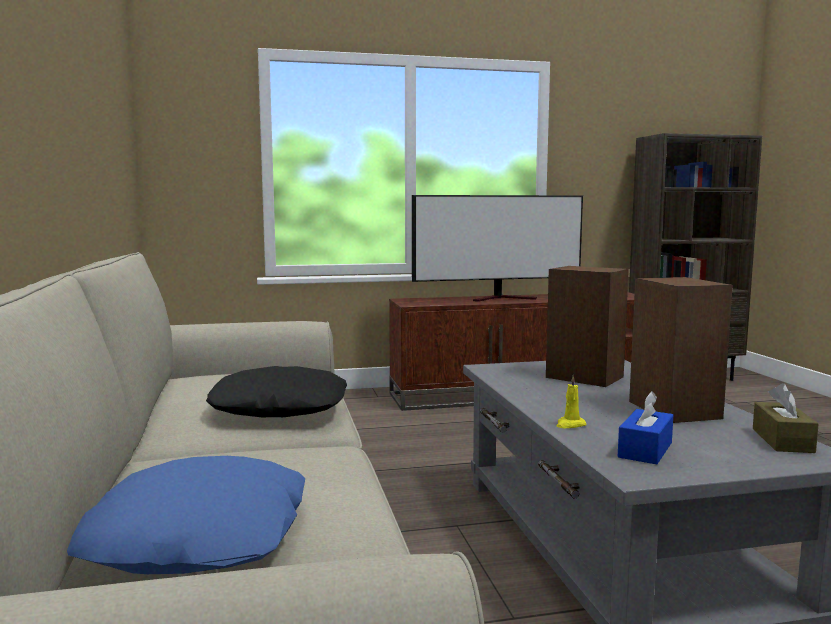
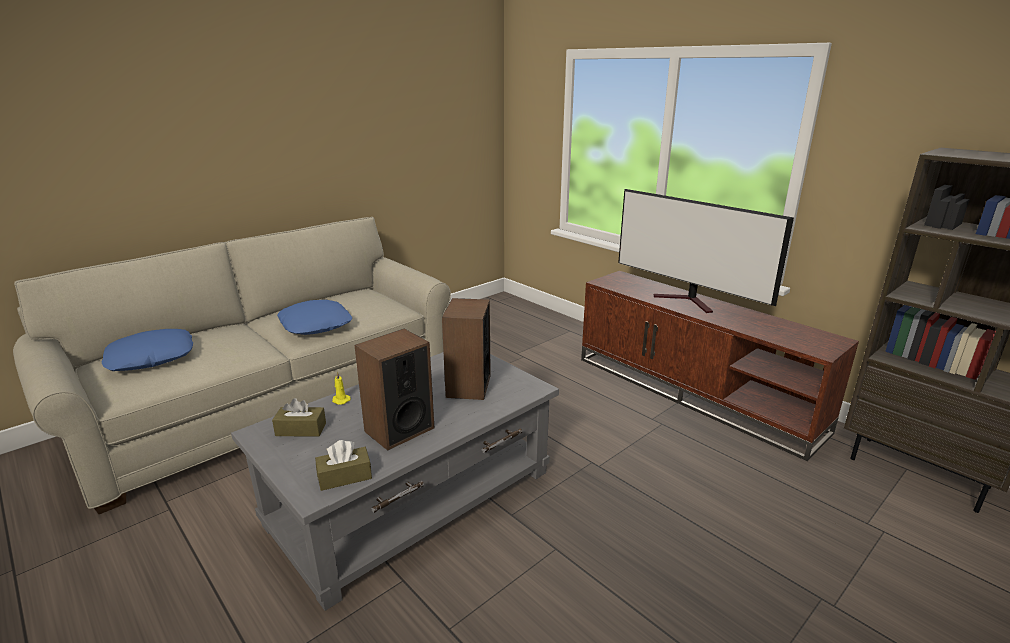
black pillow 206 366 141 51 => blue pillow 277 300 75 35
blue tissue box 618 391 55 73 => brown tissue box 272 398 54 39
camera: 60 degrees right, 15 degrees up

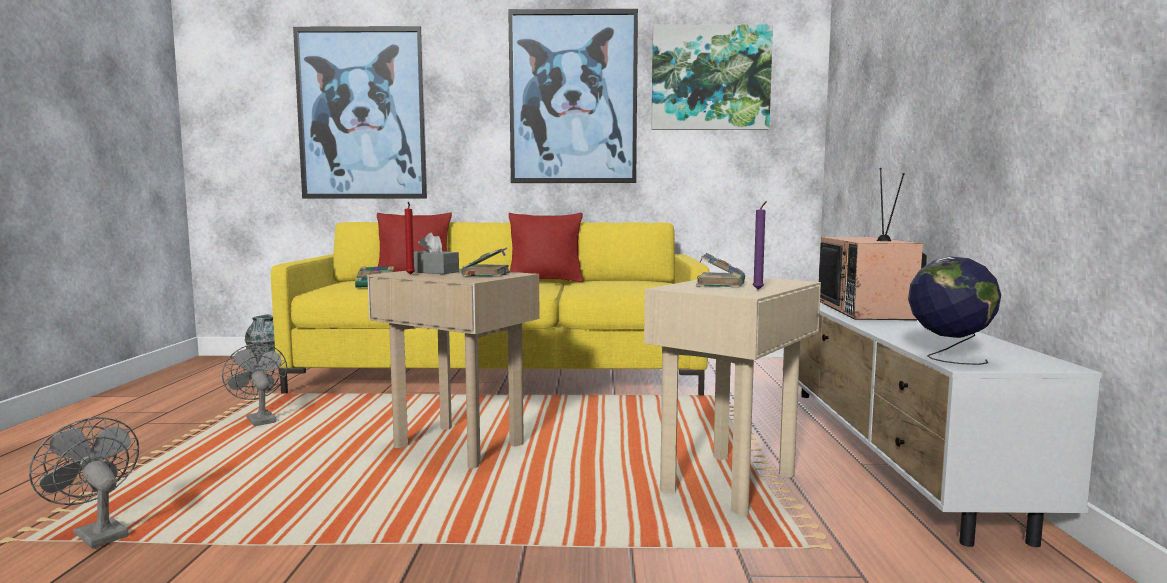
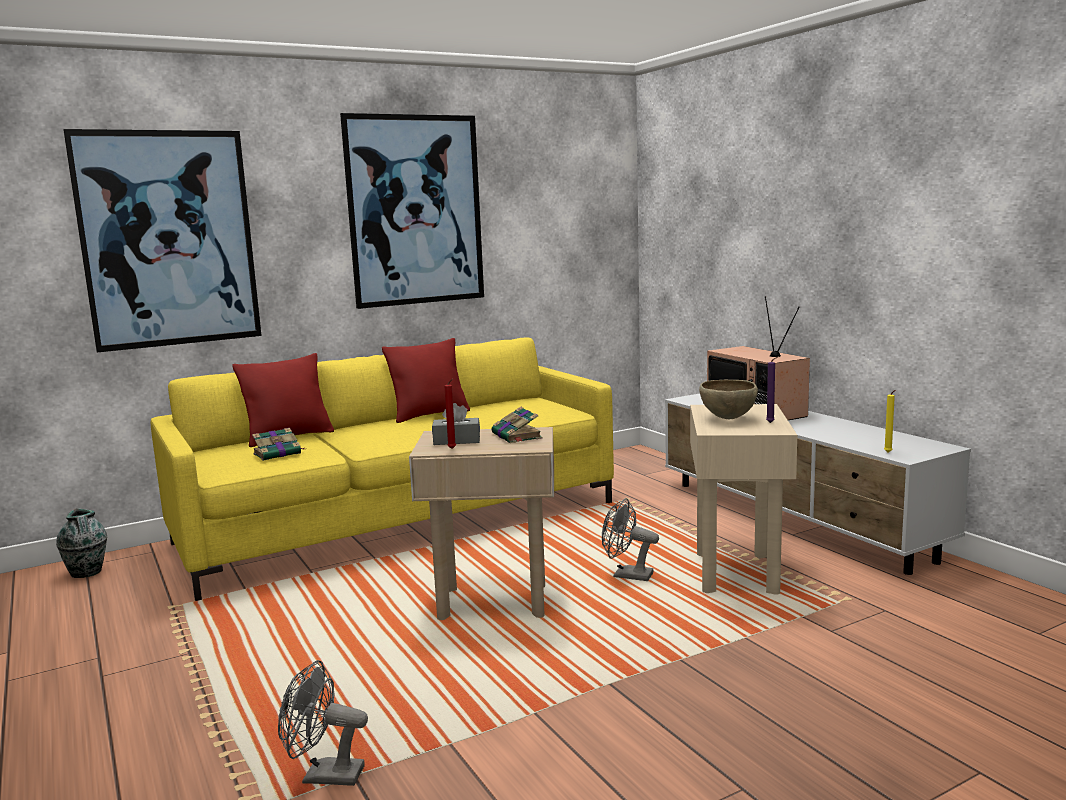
grey fan 222 343 65 83 => grey fan 602 498 57 83, move
picture 651 24 122 106 => nothing
book 696 253 49 35 => brown bowl 699 380 59 39
globe 908 256 93 109 => yellow candle 884 390 12 62
camera: 30 degrees left, 5 degrees up

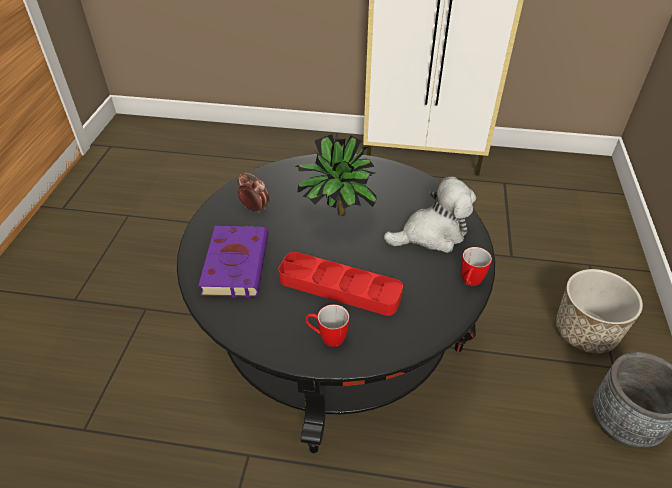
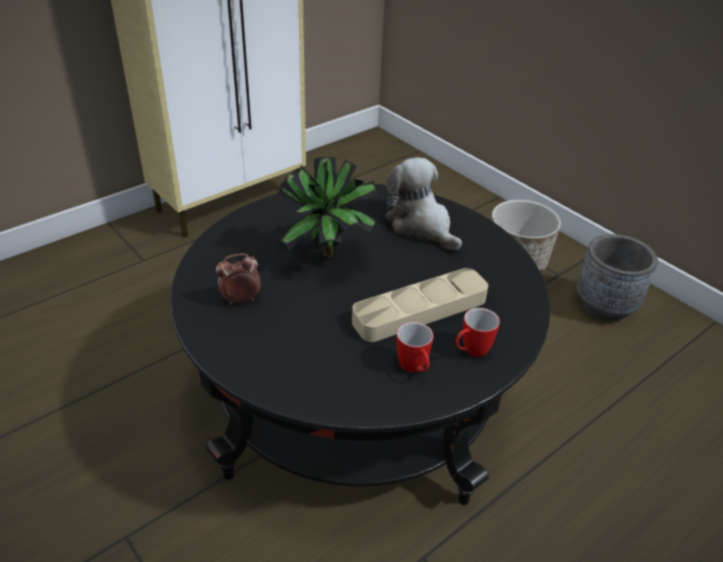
purple book 198 226 70 72 => nothing
red tray 278 252 125 64 => beige tray 352 268 136 74
plush toy 384 176 92 77 => plush toy 386 158 76 92, 60 degrees counterclockwise
mug 461 247 31 39 => mug 397 322 37 50, move
camera: 50 degrees left, 5 degrees down

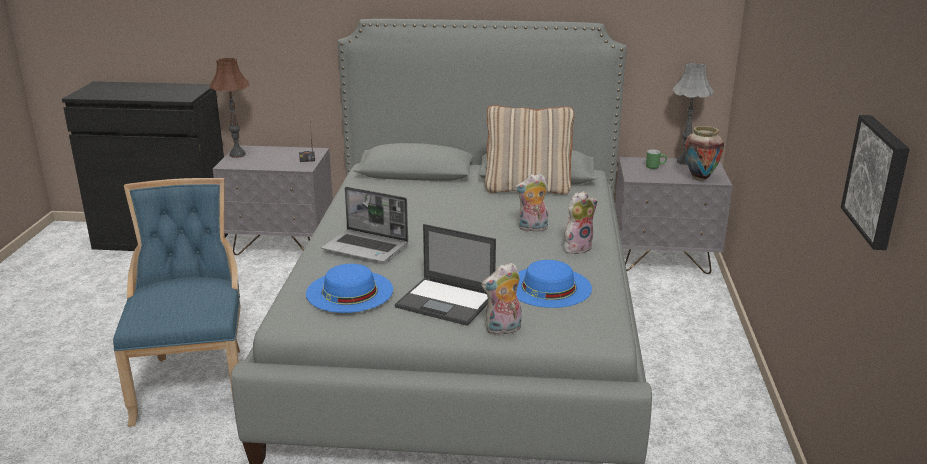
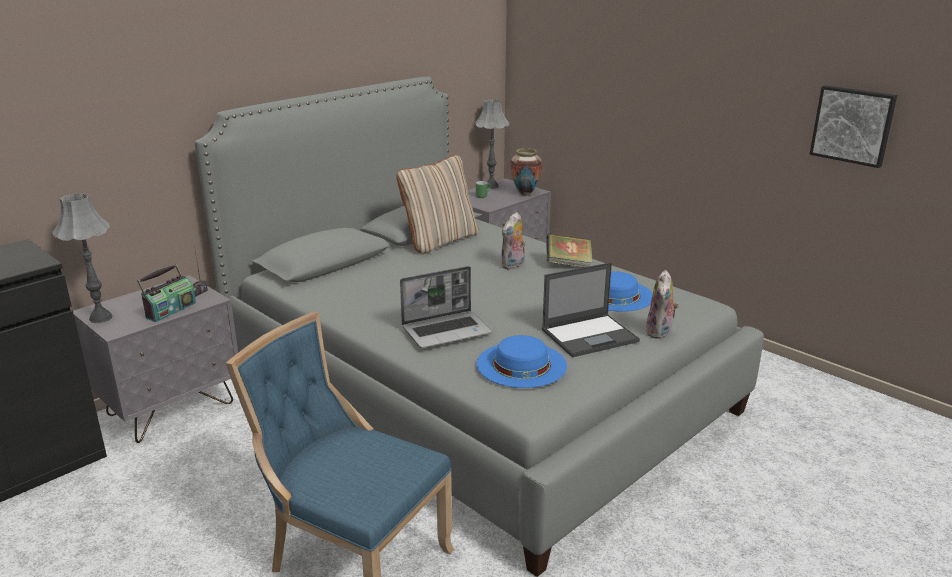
brown table lamp 209 58 40 100 => grey table lamp 52 193 60 130
plush toy 563 191 35 63 => book 546 233 47 34
nothing => radio 137 264 59 58
camera: 50 degrees left, 0 degrees up

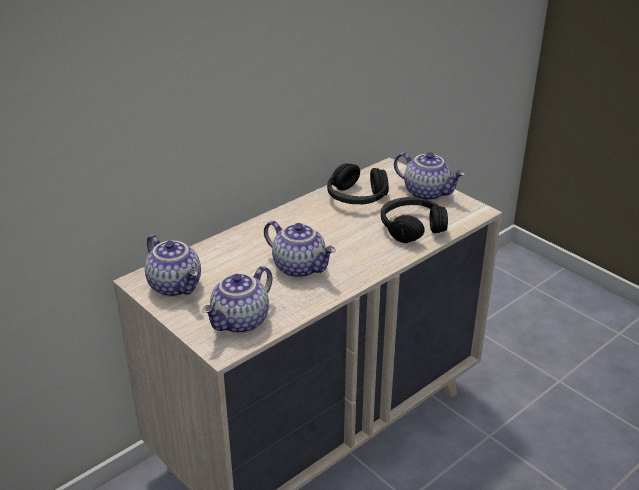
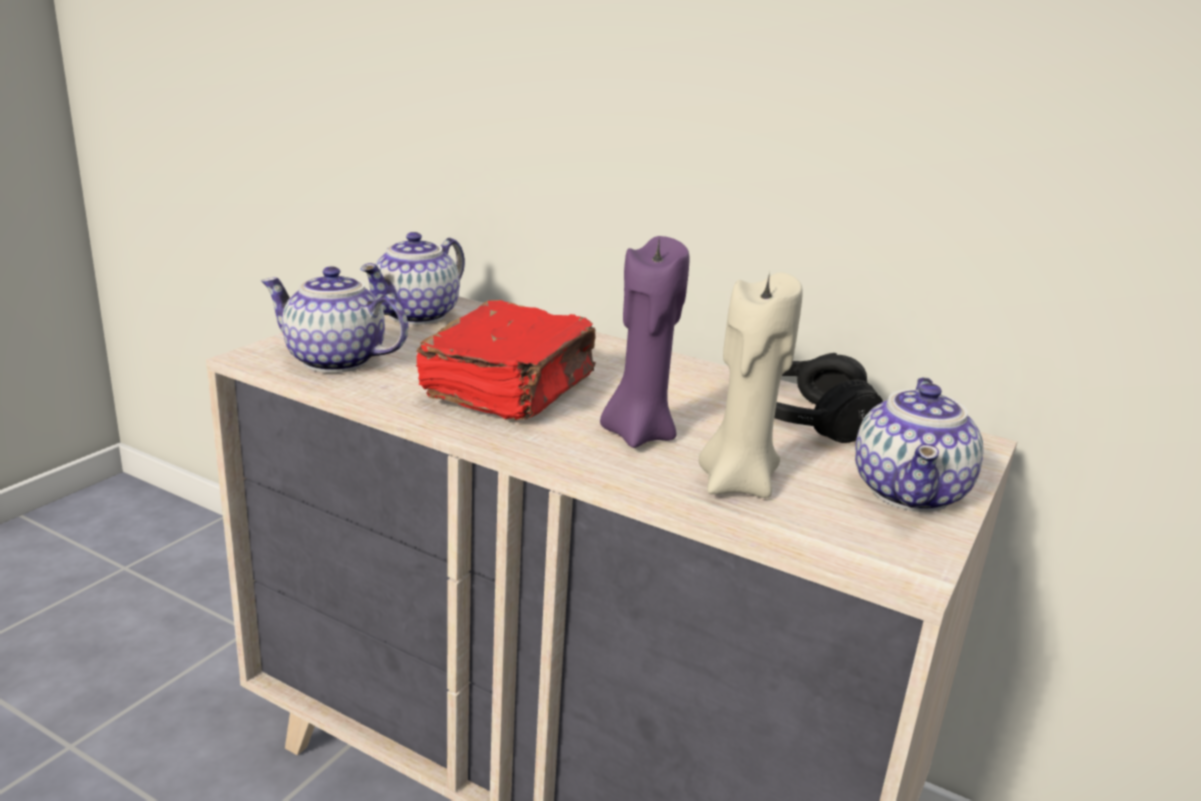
teapot 264 221 72 57 => red book 416 300 180 120
black headphones 381 197 67 46 => beige candle 698 271 105 227
nothing => purple candle 600 236 90 212
camera: 70 degrees right, 10 degrees down

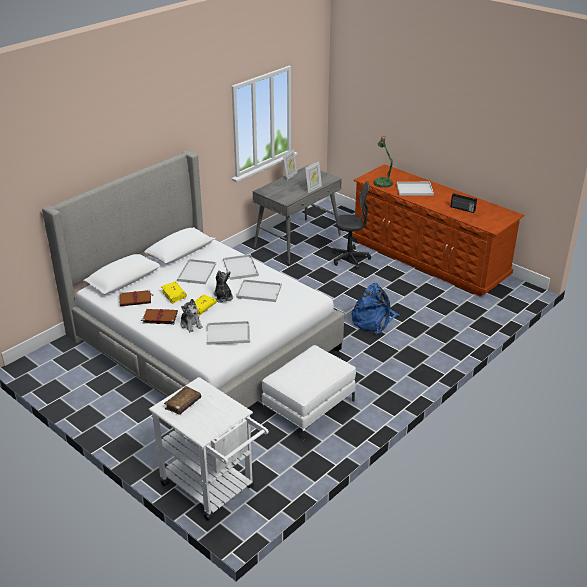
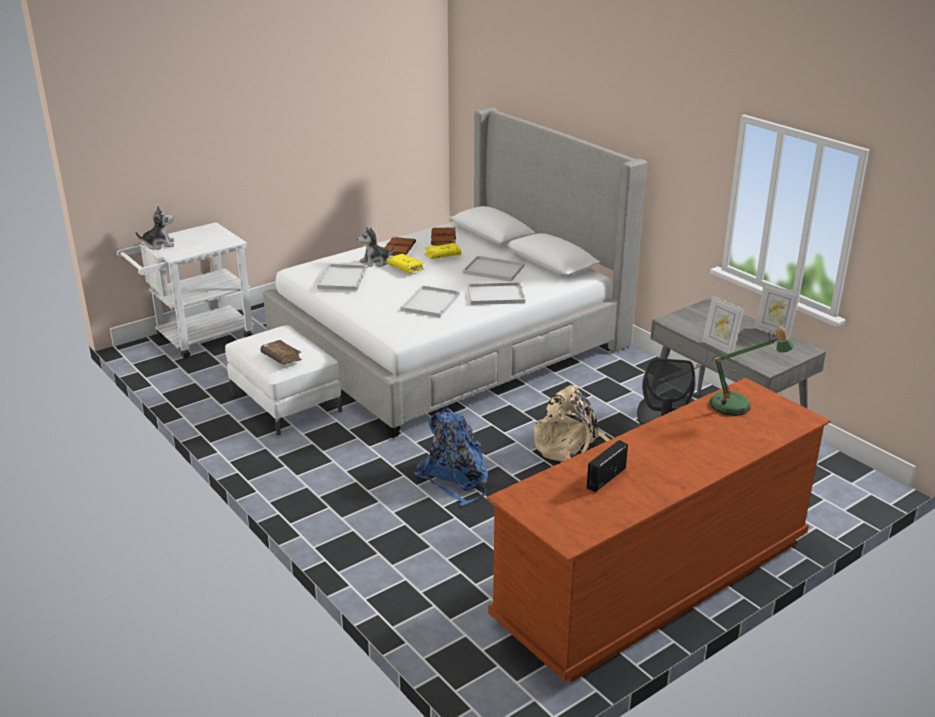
brown book 164 386 37 29 => brown book 260 340 42 25, move
plush toy 213 270 20 33 => plush toy 136 206 38 43, move
white tray 397 182 37 14 => nothing
nothing => beige backpack 534 385 76 77
camera: 100 degrees right, 5 degrees down

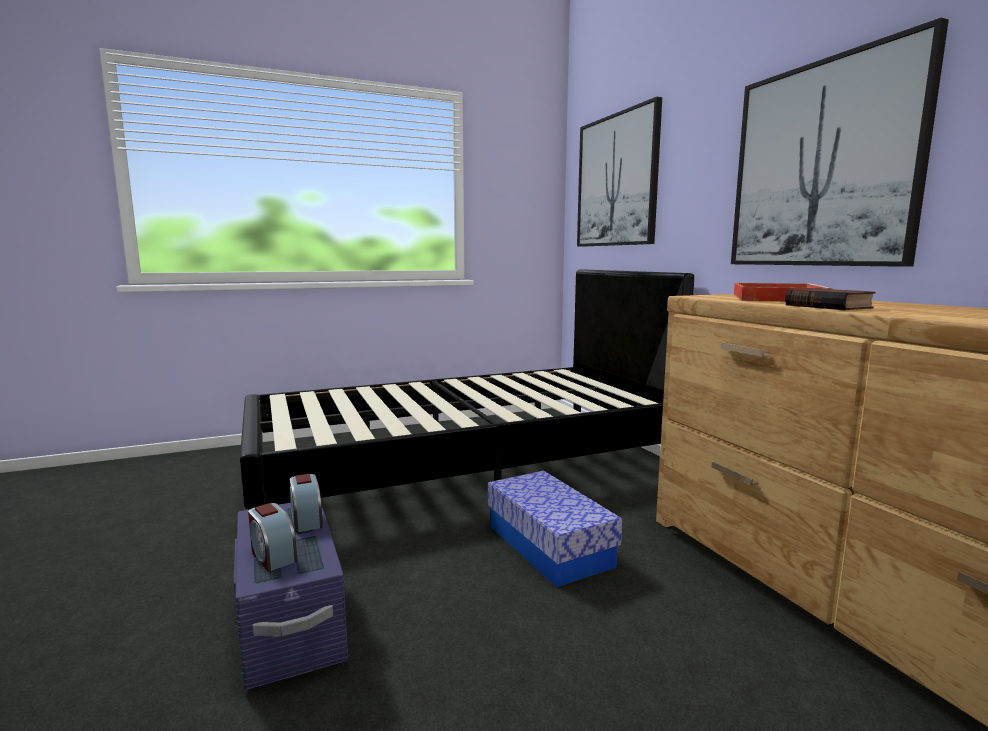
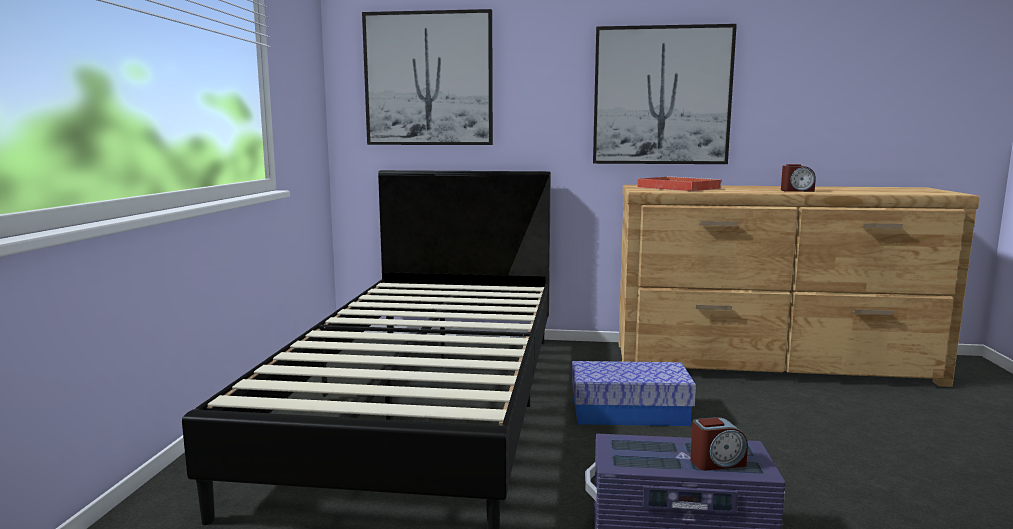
alarm clock 290 474 33 59 => alarm clock 781 164 35 28, move
book 785 289 91 21 => nothing
camera: 60 degrees left, 0 degrees up

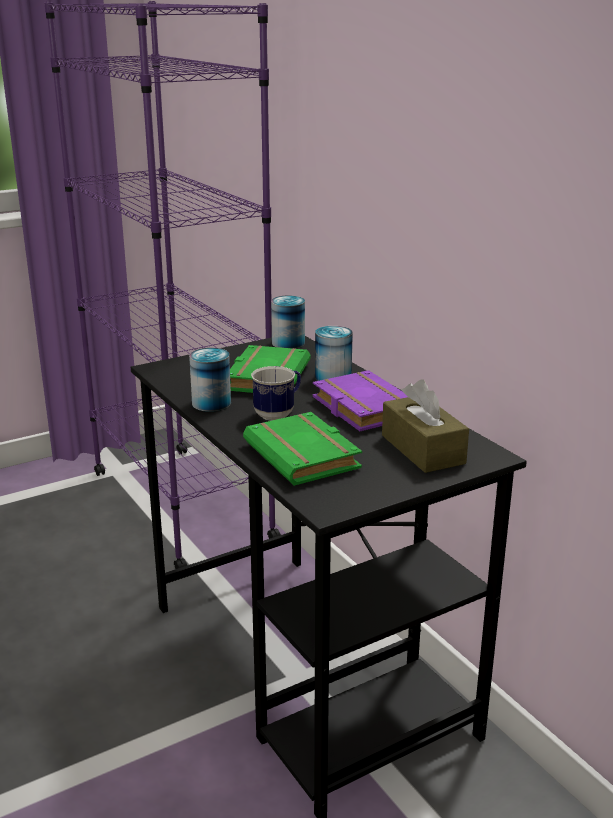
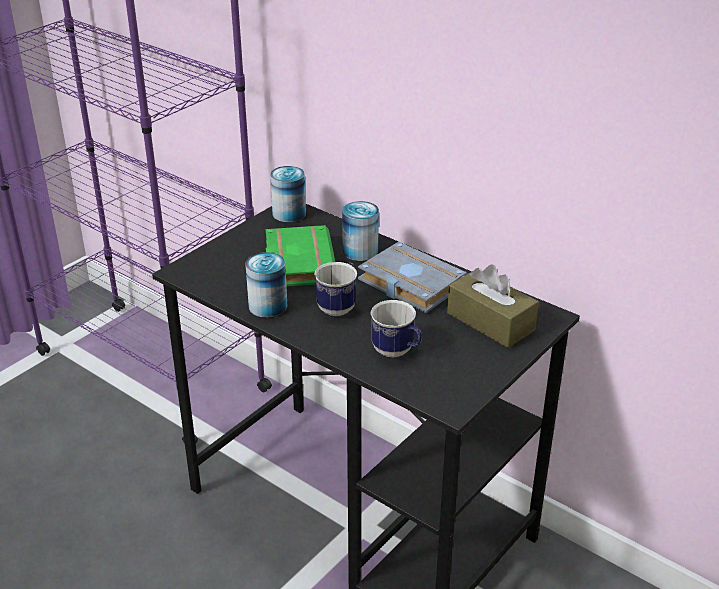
green book 243 412 119 74 => mug 370 300 52 57
purple book 313 370 95 61 => grey book 358 242 109 71
camera: 20 degrees left, 10 degrees up

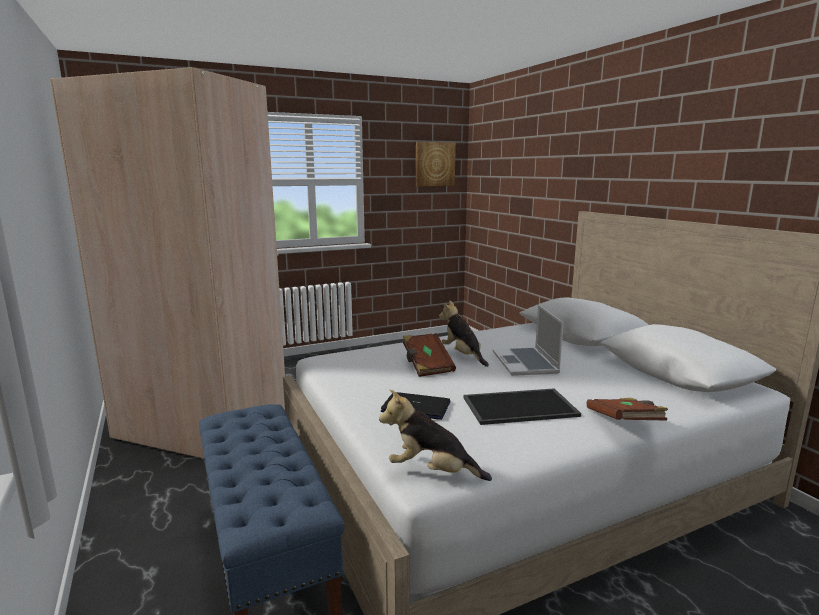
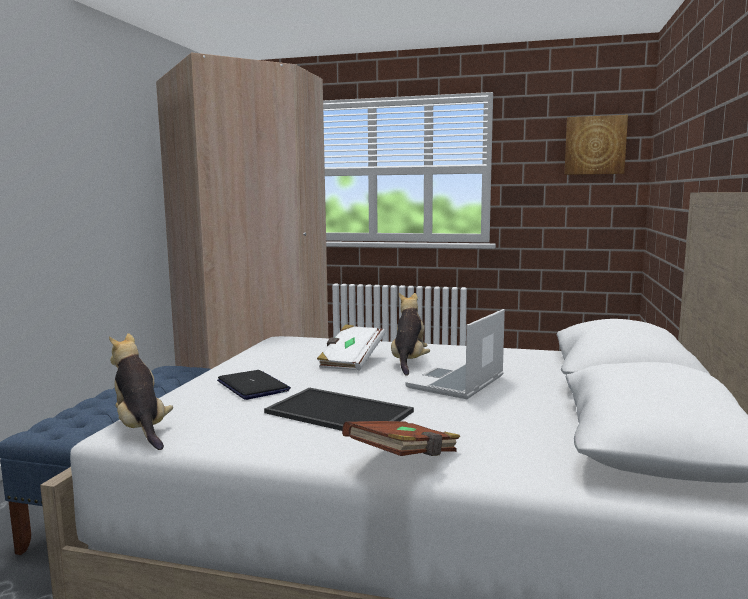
brown book 403 333 53 44 => white book 317 324 68 47
camera: 40 degrees right, 5 degrees down

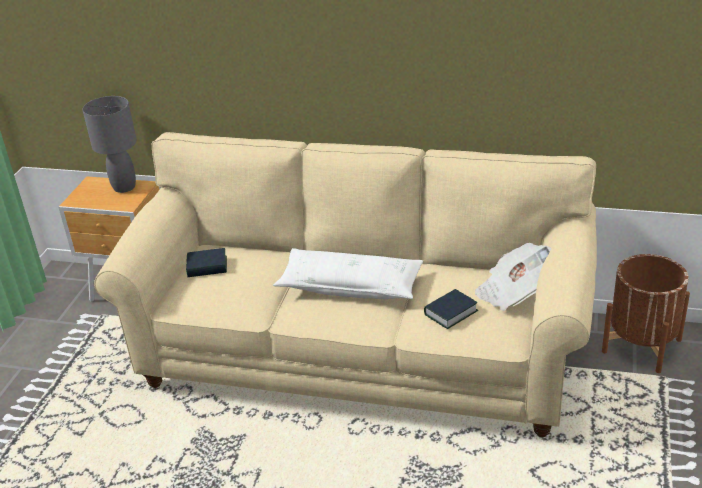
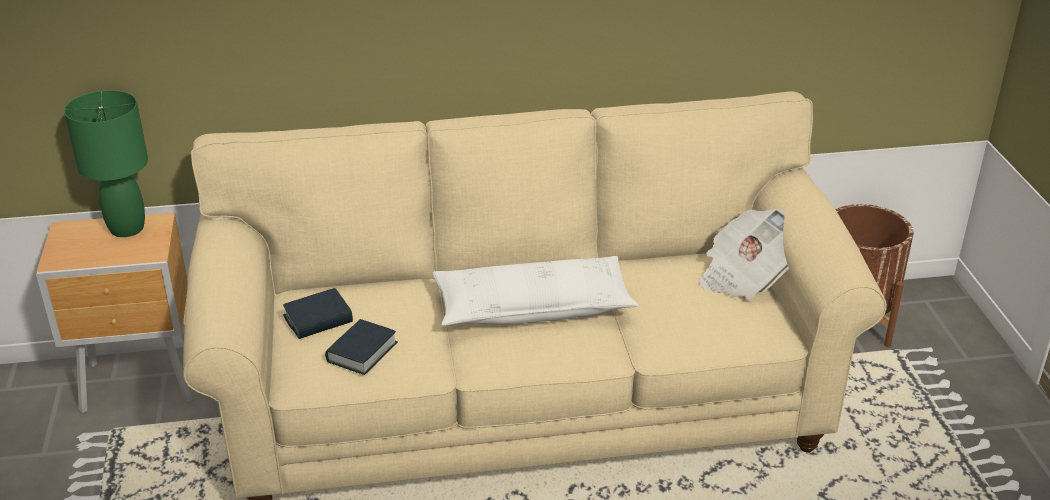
grey table lamp 82 96 55 97 => green table lamp 64 90 84 147
book 424 289 54 40 => book 325 319 73 56, move
camera: 25 degrees left, 0 degrees up

